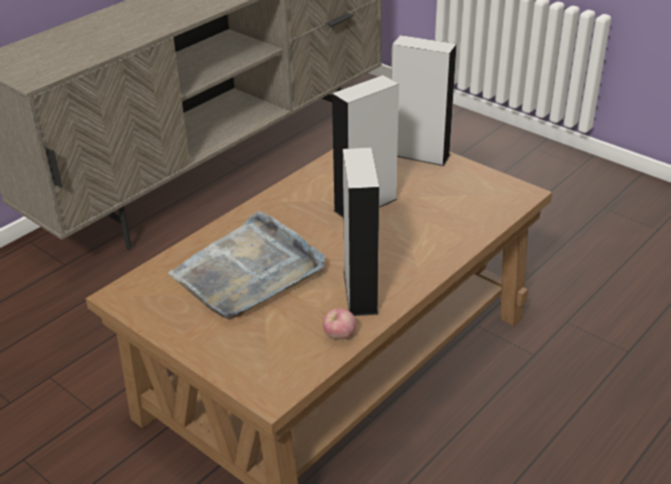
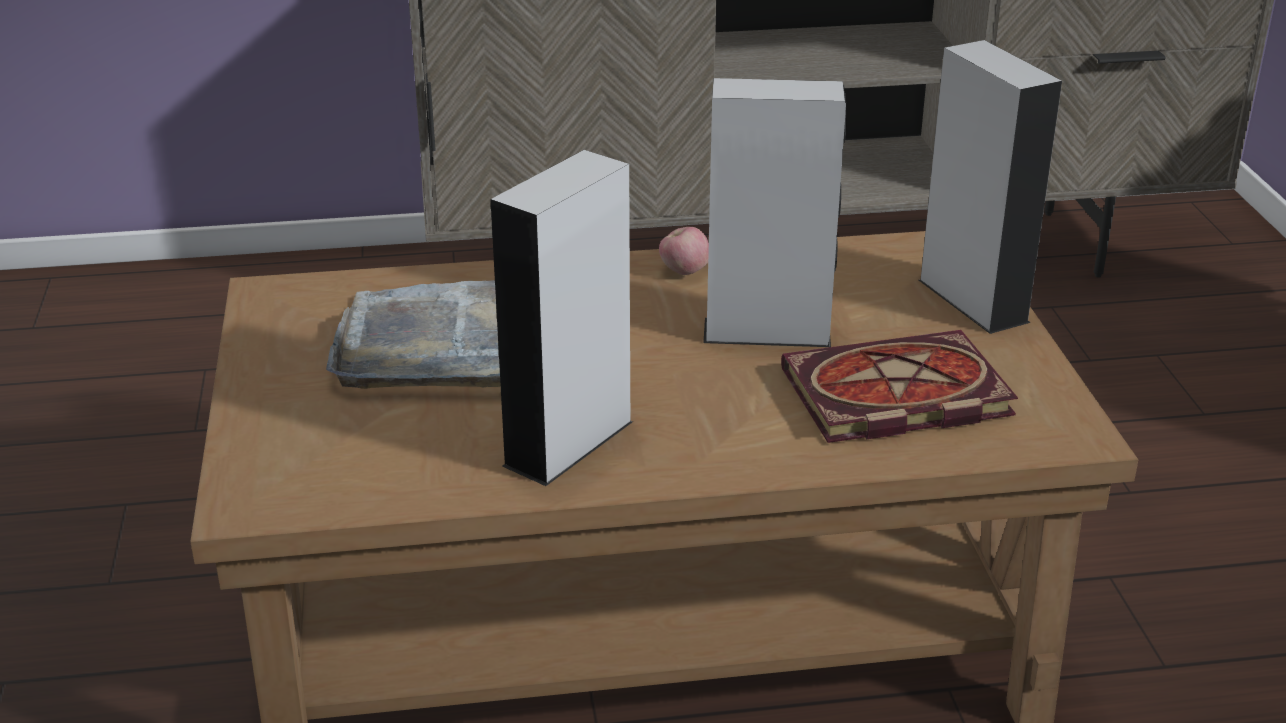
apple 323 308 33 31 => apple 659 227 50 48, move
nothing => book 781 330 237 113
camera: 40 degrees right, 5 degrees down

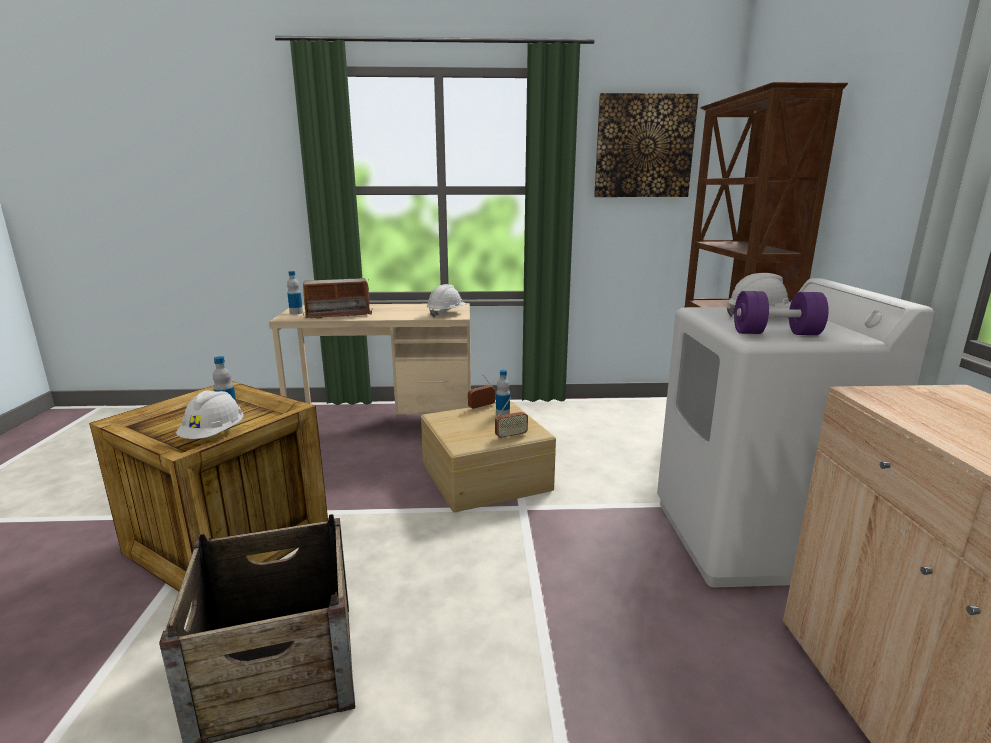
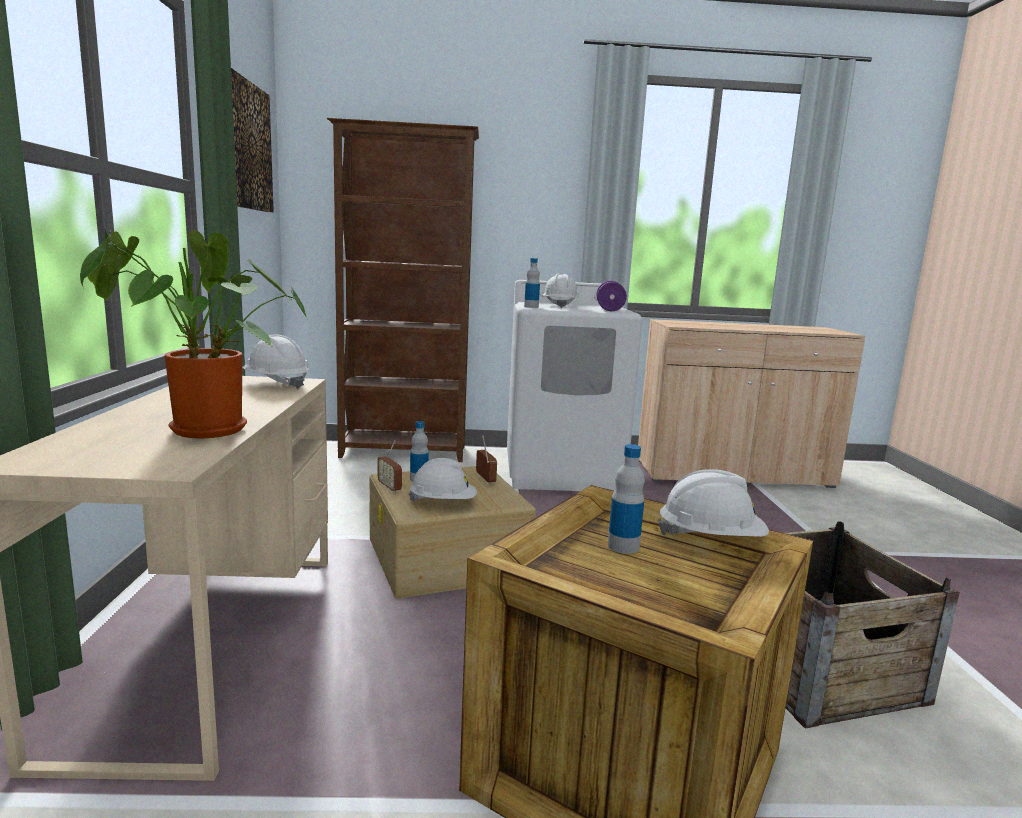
bottle 287 271 16 43 => bottle 524 258 16 50, move
radio 302 278 71 40 => potted plant 80 229 228 209
nothing => white hard hat 408 458 69 43
camera: 90 degrees left, 5 degrees down

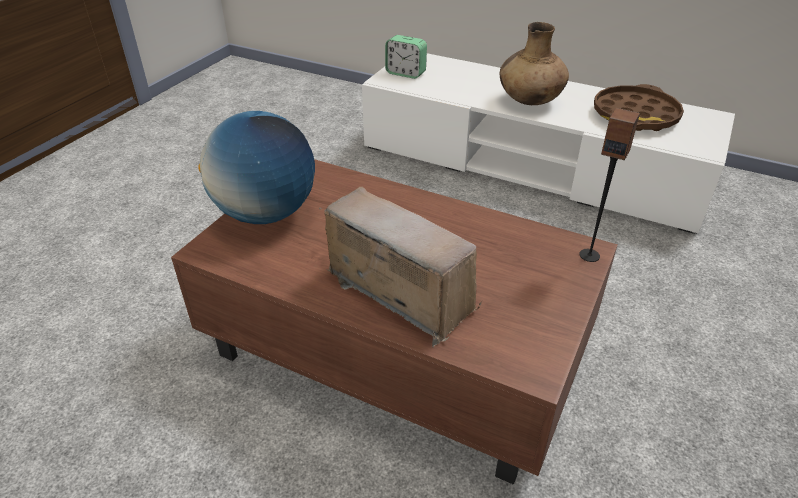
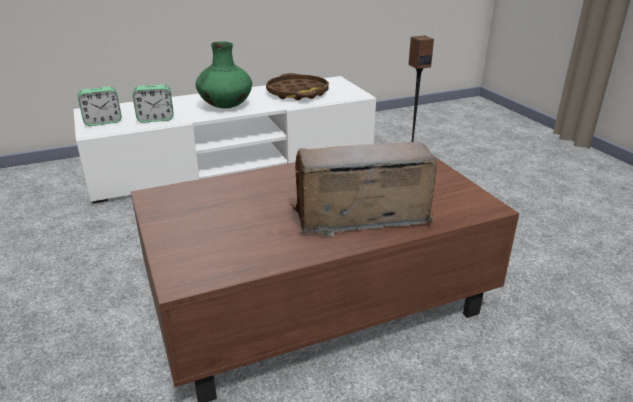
globe 198 111 117 113 => nothing
brown vase 500 22 69 83 => green vase 195 41 57 67
nothing => alarm clock 133 84 41 39
camera: 50 degrees left, 10 degrees down

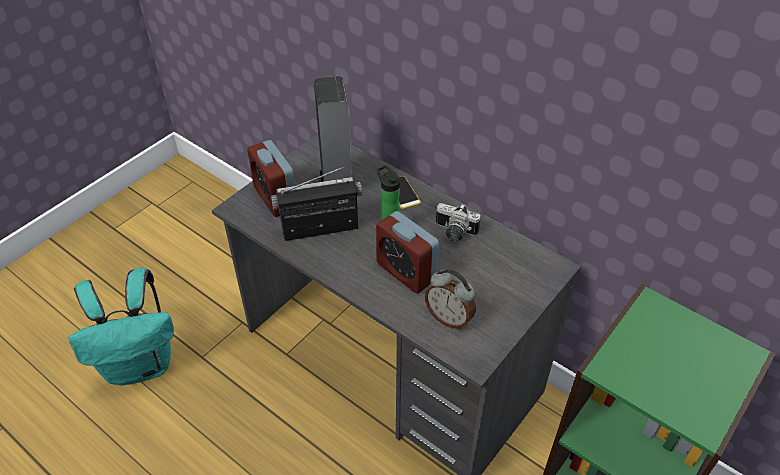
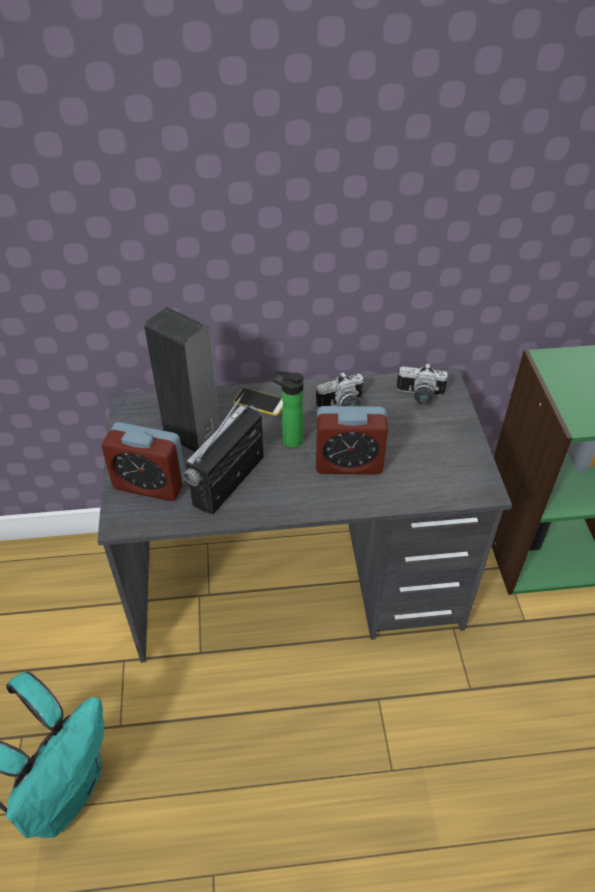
alarm clock 425 269 51 60 => nothing
nothing => photo camera 397 363 51 42
camera: 45 degrees left, 0 degrees up

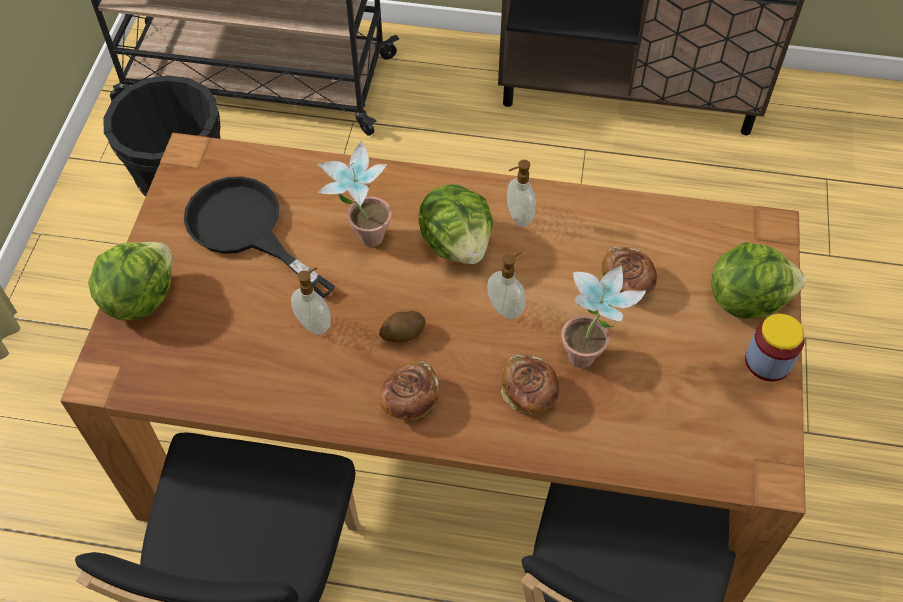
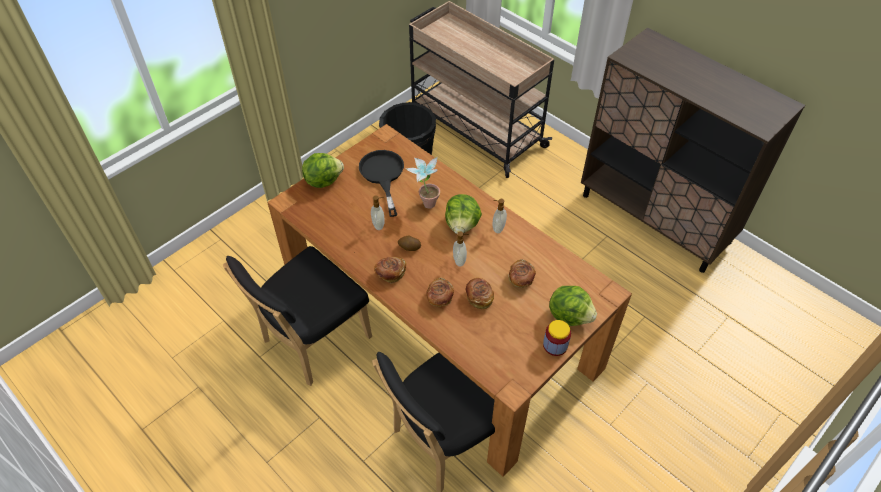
potted plant 561 265 85 103 => bread 466 278 28 31
camera: 35 degrees right, 5 degrees down

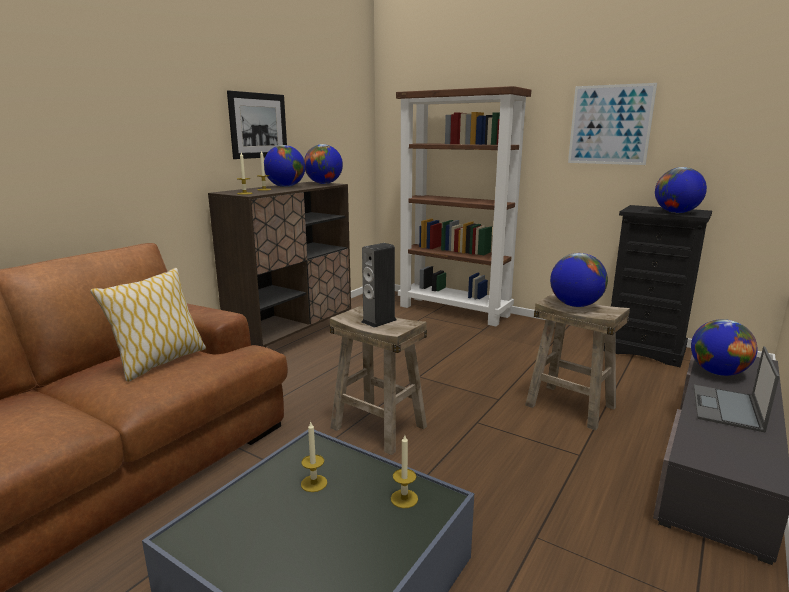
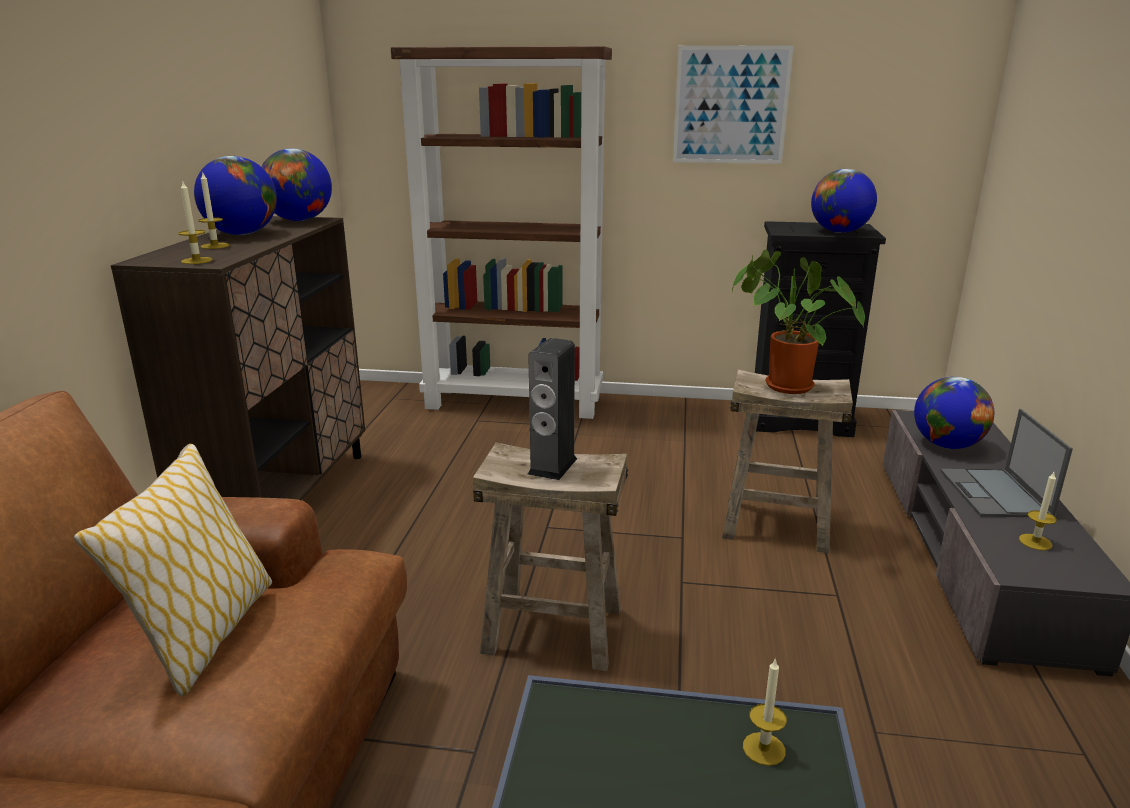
picture 227 91 60 68 => nothing
candle 301 422 26 70 => candle 1019 472 38 78, move
globe 550 253 58 54 => potted plant 732 249 133 145
camera: 25 degrees left, 5 degrees up

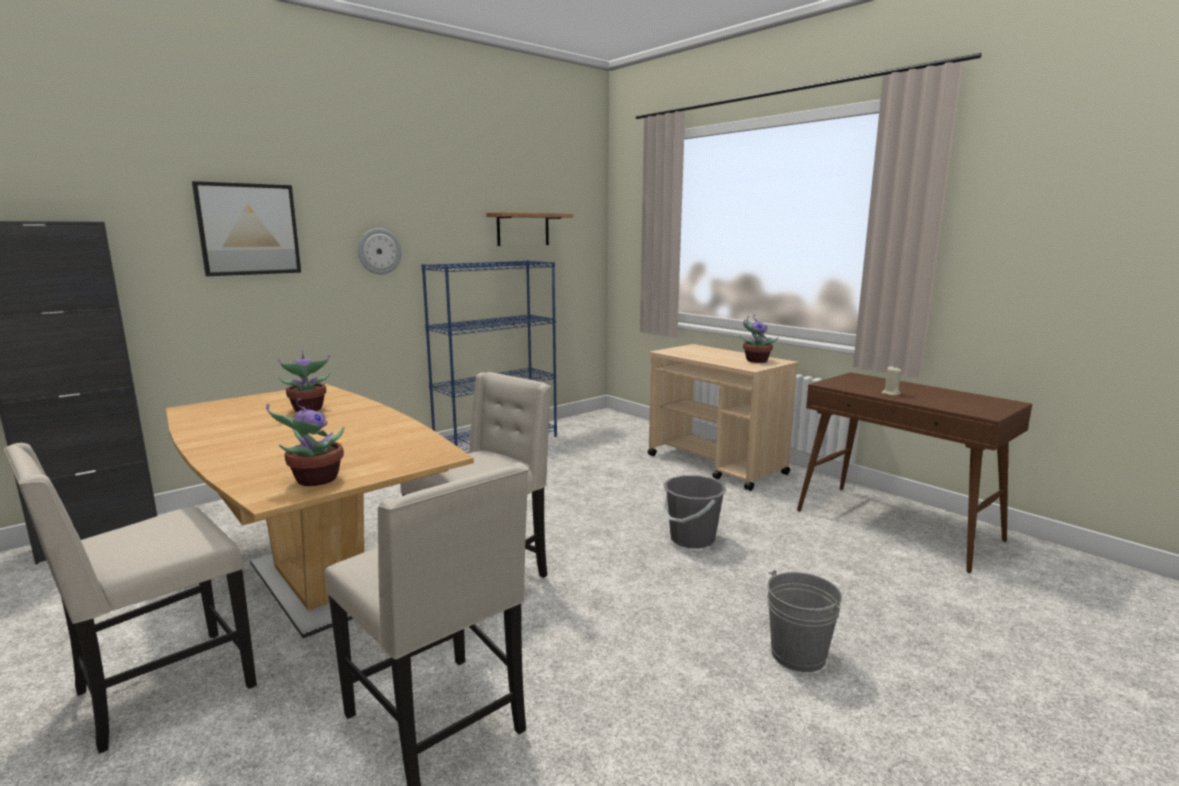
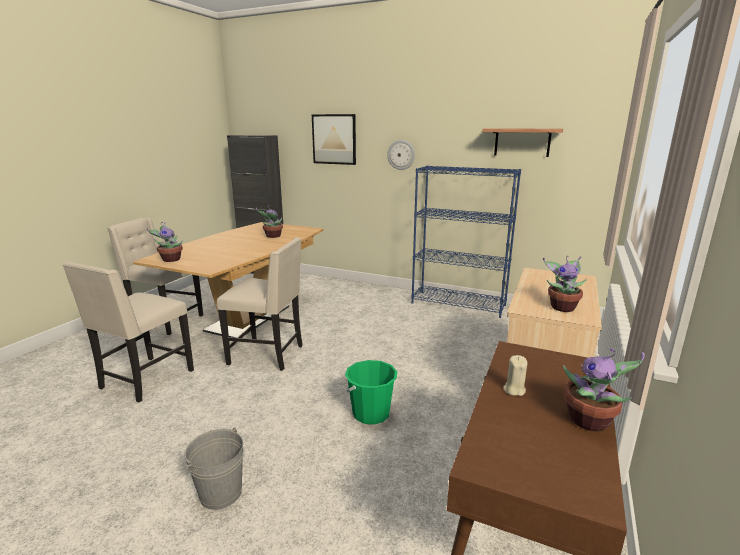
grey bucket 663 475 64 73 => green bucket 345 360 52 65
nothing => potted plant 563 349 82 83
camera: 65 degrees right, 5 degrees up

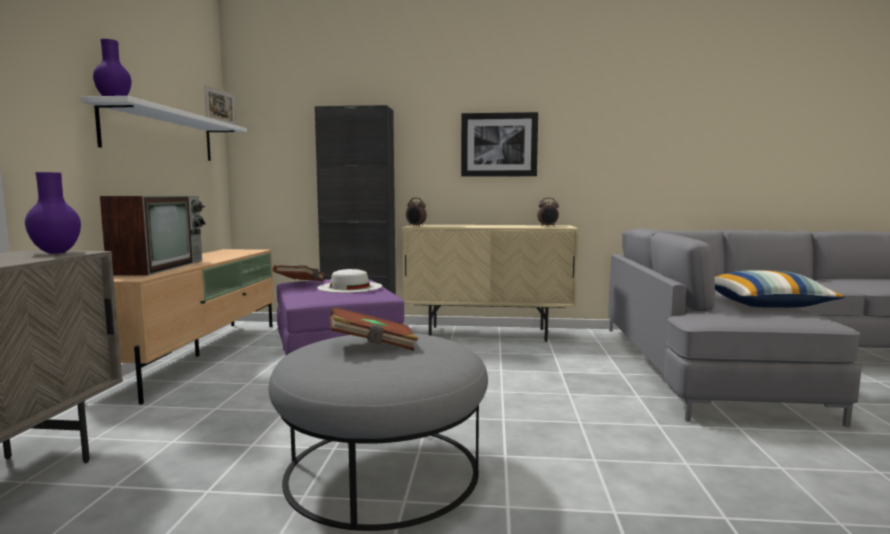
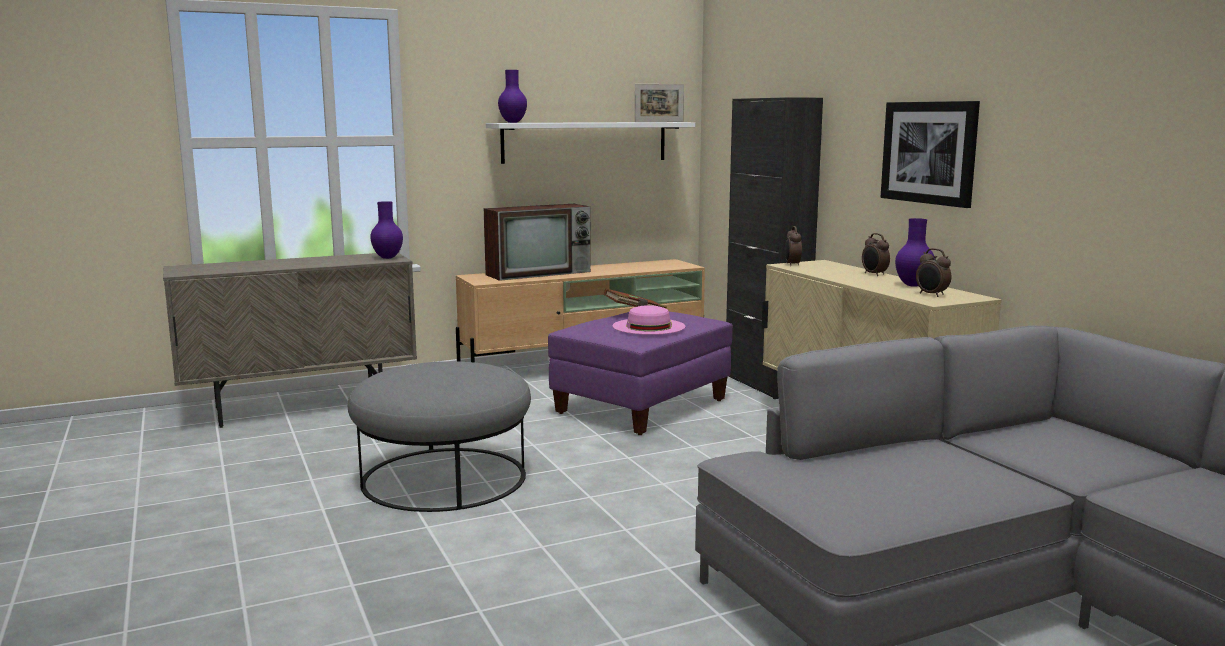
white hat 317 269 65 24 => pink hat 612 305 73 30
brown book 330 307 88 44 => nothing
pillow 714 271 131 37 => nothing
nothing => alarm clock 862 233 28 43
nothing => purple vase 895 218 40 69
camera: 60 degrees right, 5 degrees up

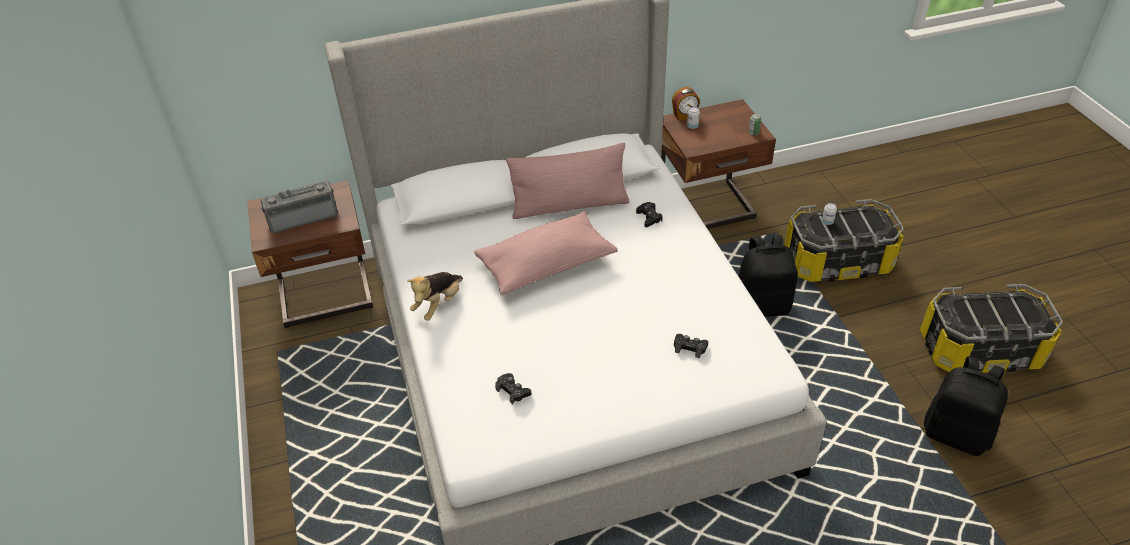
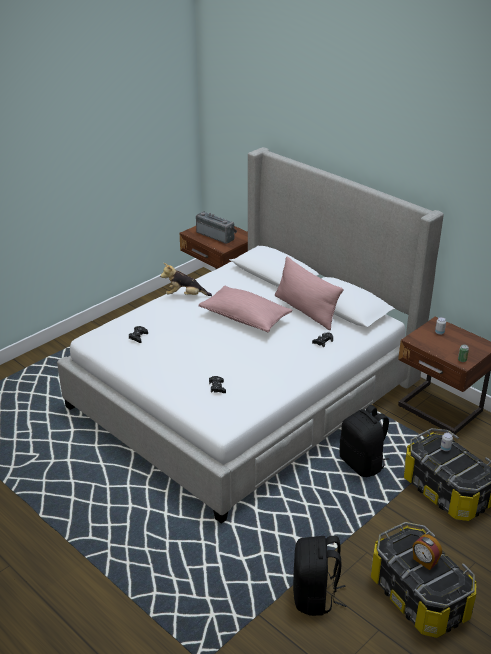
alarm clock 672 87 28 34 => alarm clock 413 534 29 36, move
camera: 60 degrees right, 10 degrees down

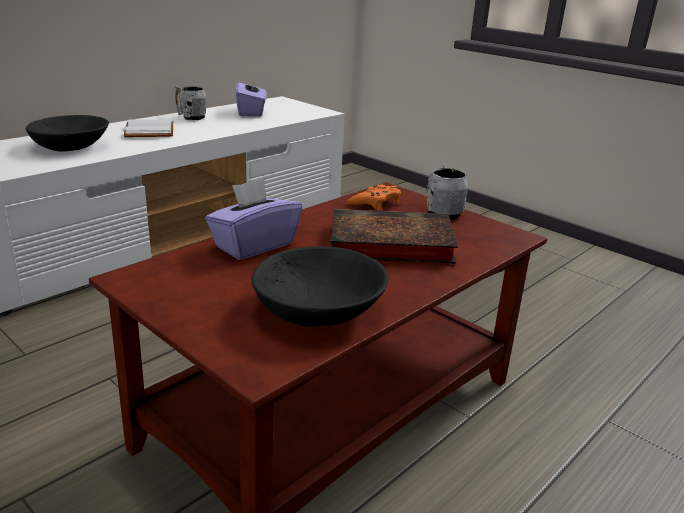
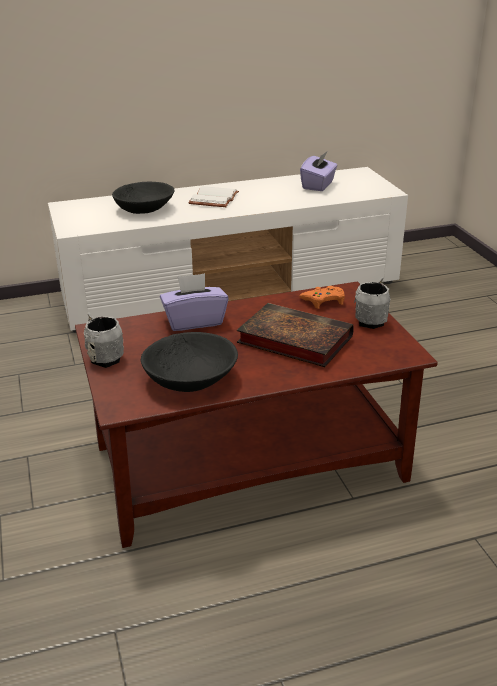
grey mug 175 86 31 34 => grey mug 84 312 40 56, move
camera: 30 degrees right, 5 degrees up

